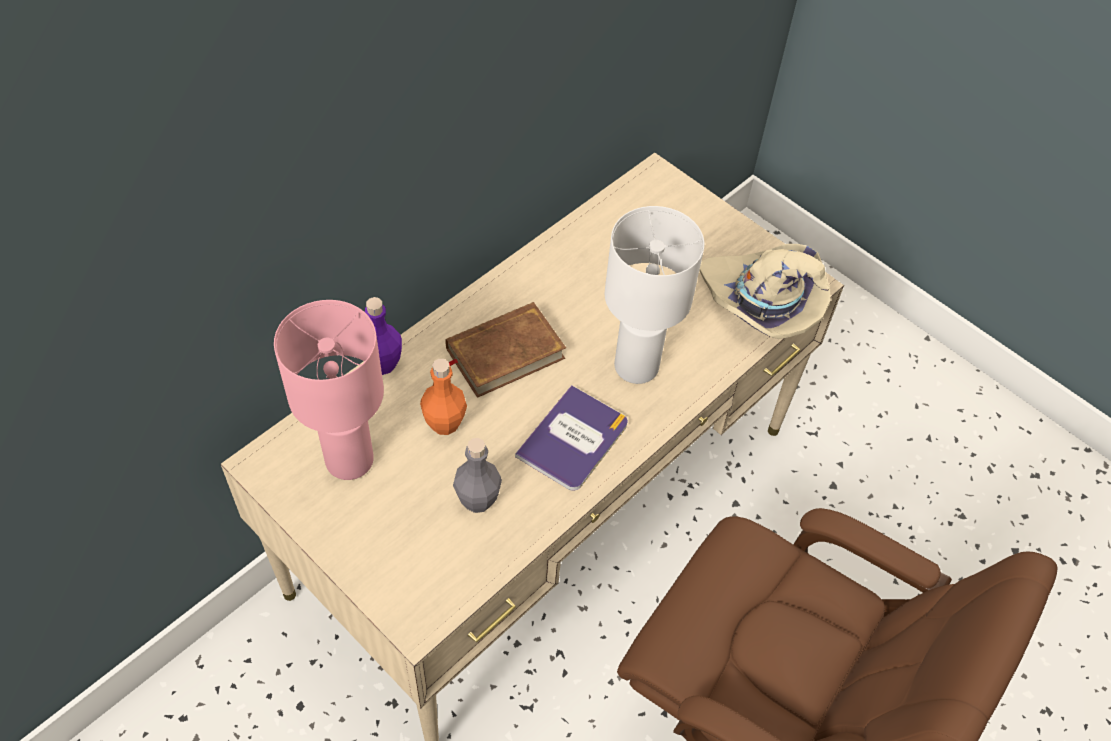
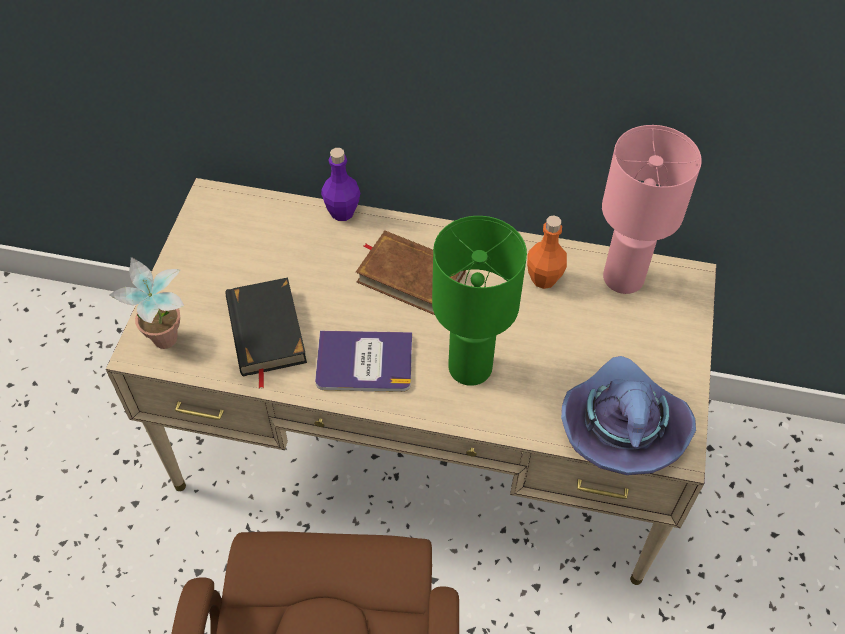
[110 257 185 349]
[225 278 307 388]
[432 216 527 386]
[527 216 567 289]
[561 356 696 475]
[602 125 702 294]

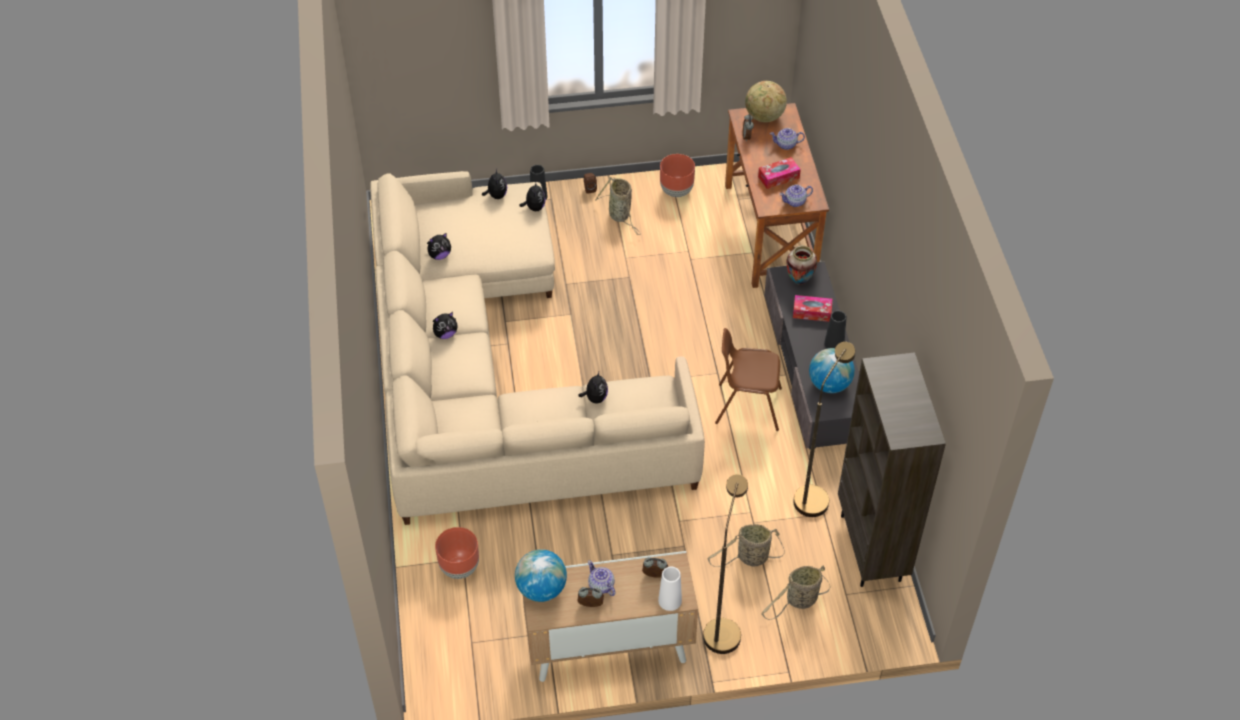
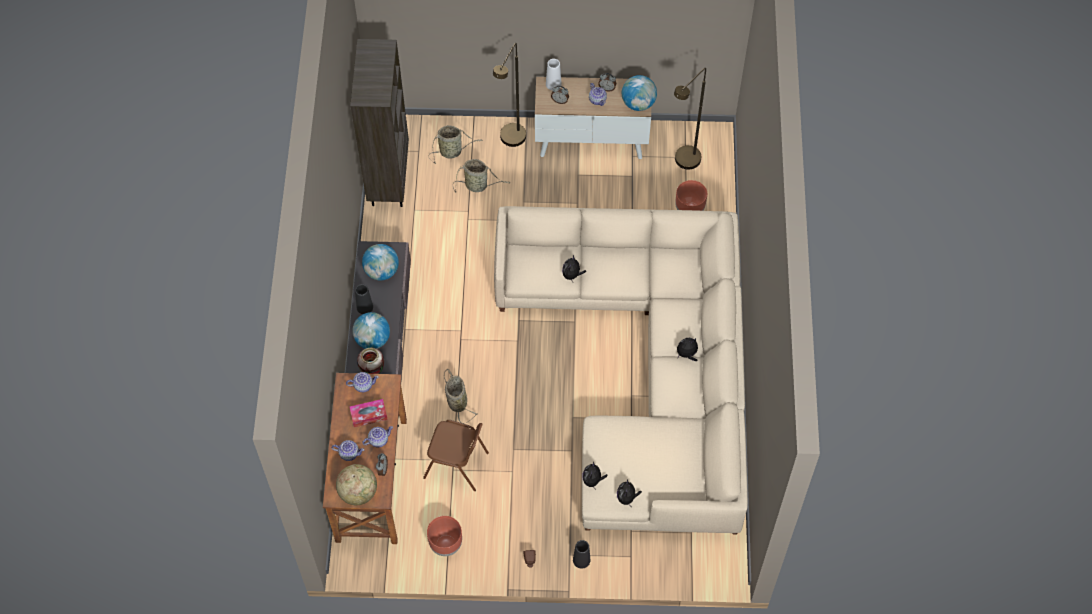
[352 312 390 349]
[362 426 393 447]
[423 420 489 491]
[444 369 478 424]
[674 68 706 169]
[427 233 451 260] (first image)

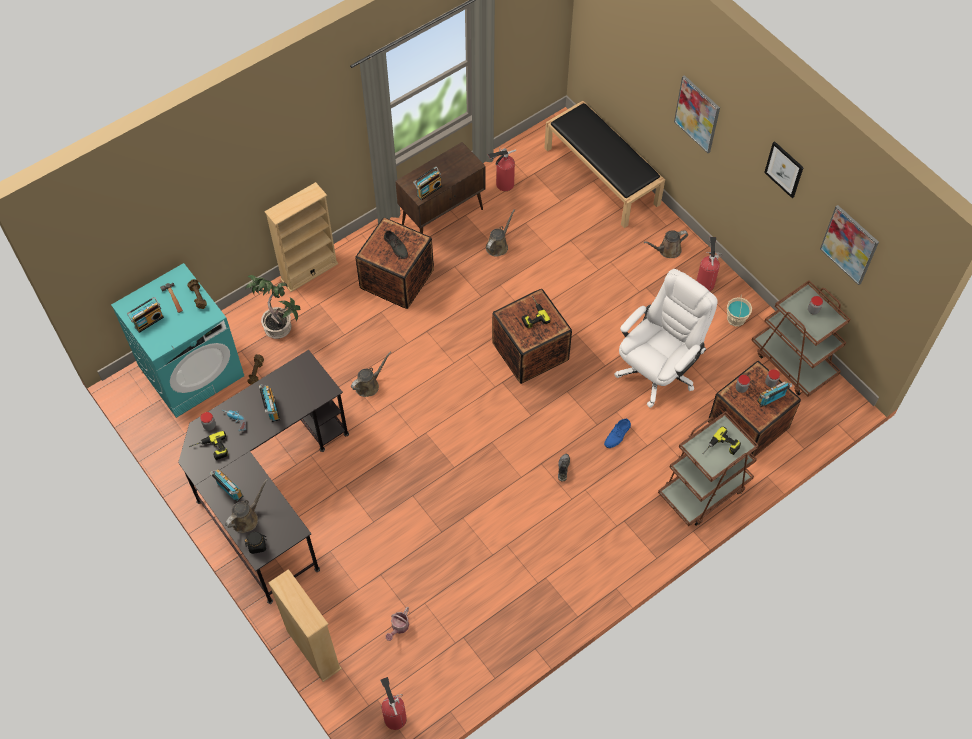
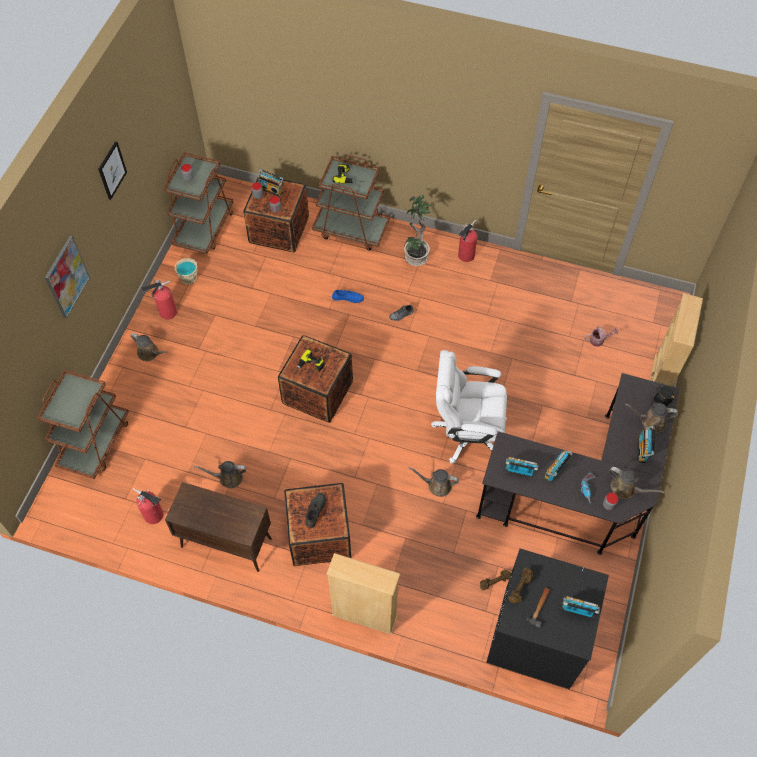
[37 370 129 479]
[404 195 432 266]
[431 350 507 464]
[458 220 477 262]
[486 549 609 689]
[505 457 538 477]
[609 467 664 499]
[820 205 879 285] (first image)

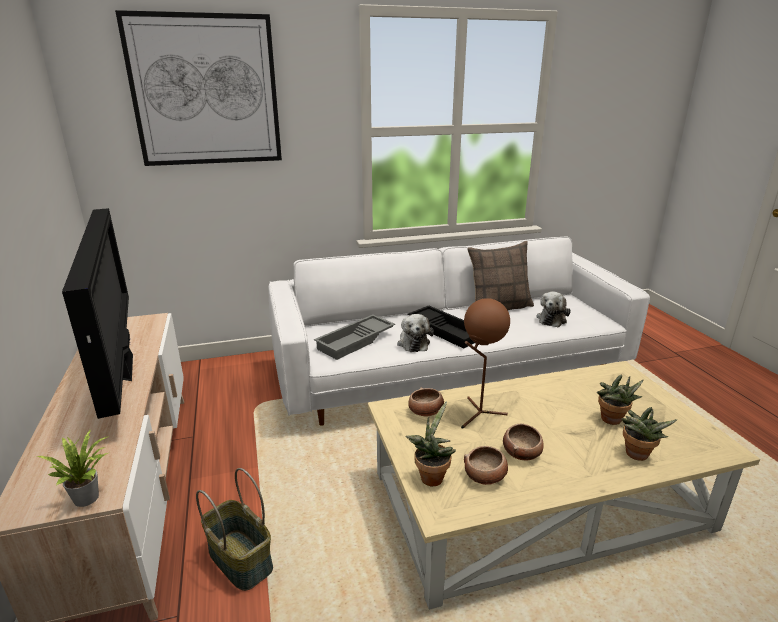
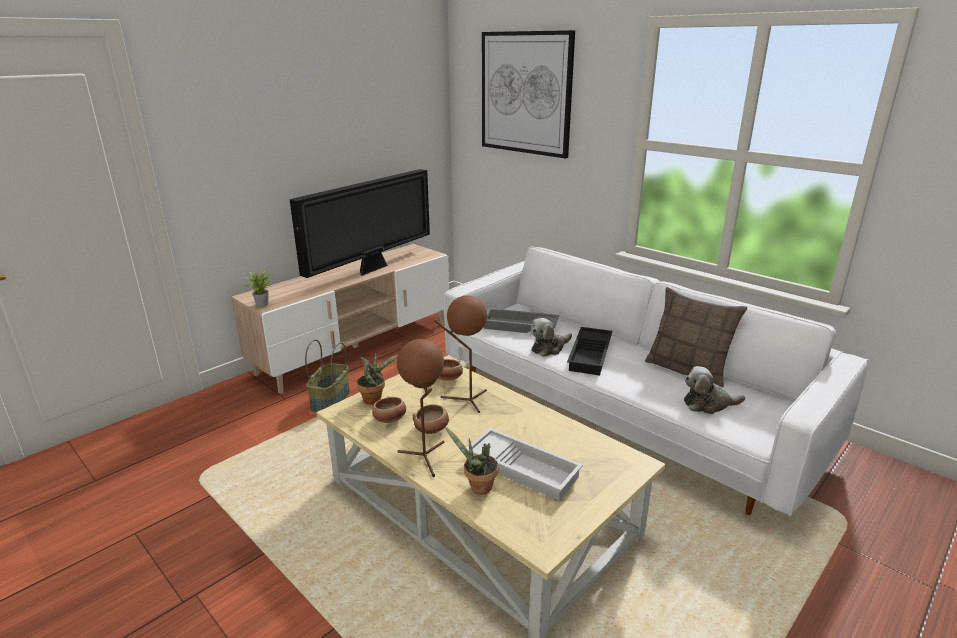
[397 339 444 477]
[467 428 583 500]

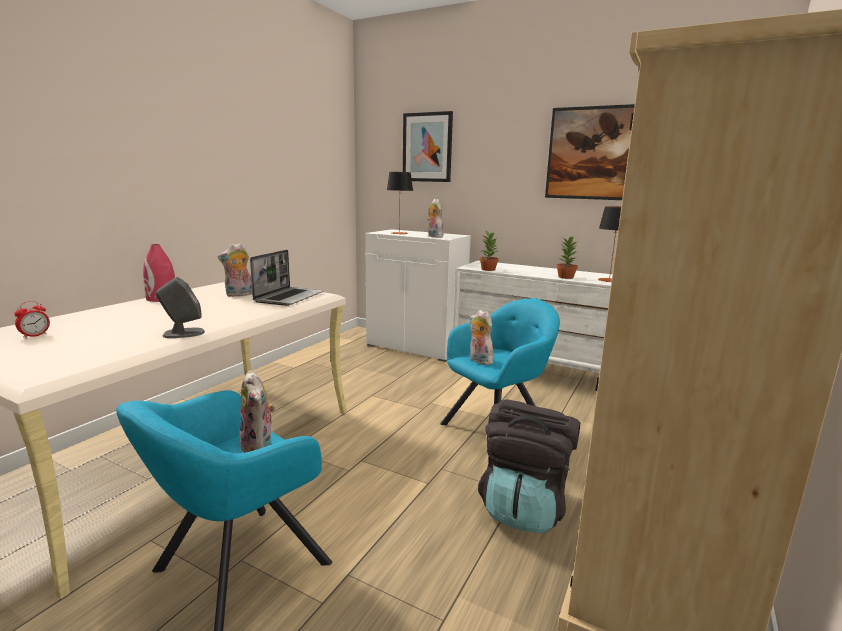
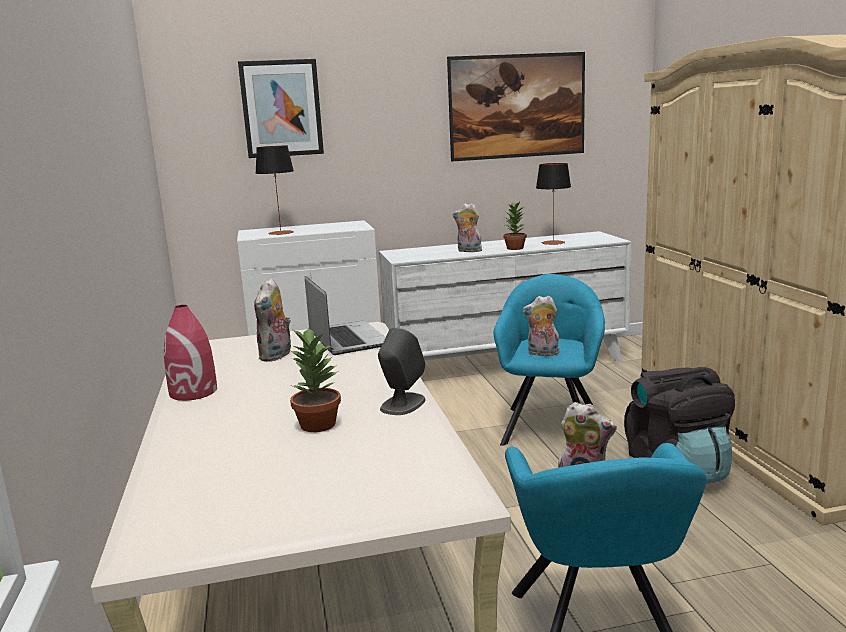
[290 327 341 432]
[453 203 482 252]
[14 301 50 339] (first image)

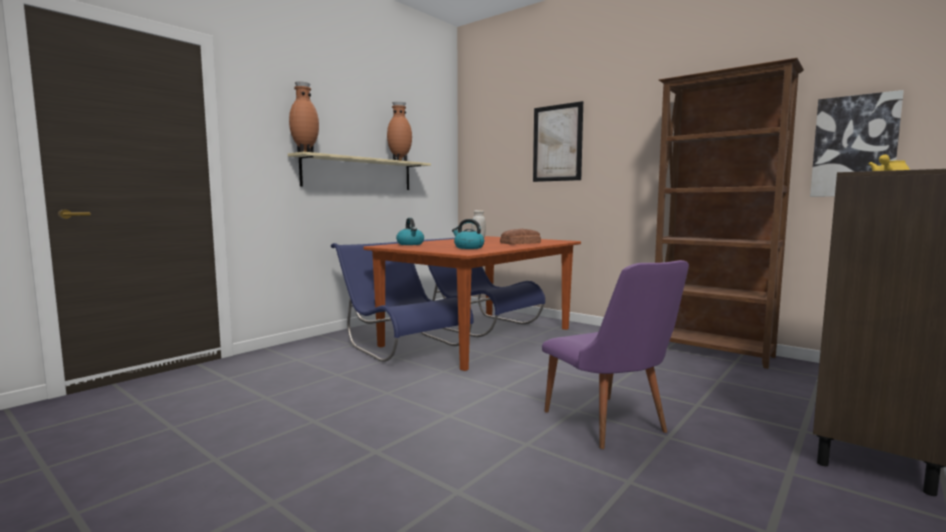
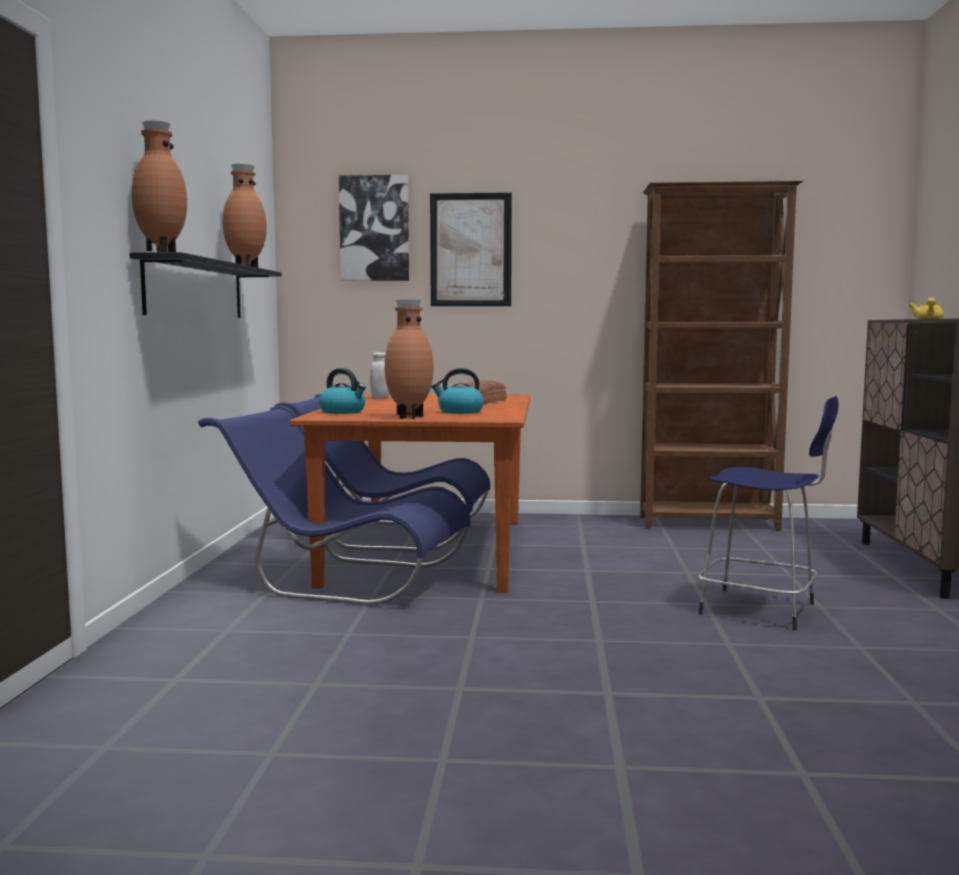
[129 252 282 318]
[339 175 409 281]
[384 300 434 419]
[698 396 839 630]

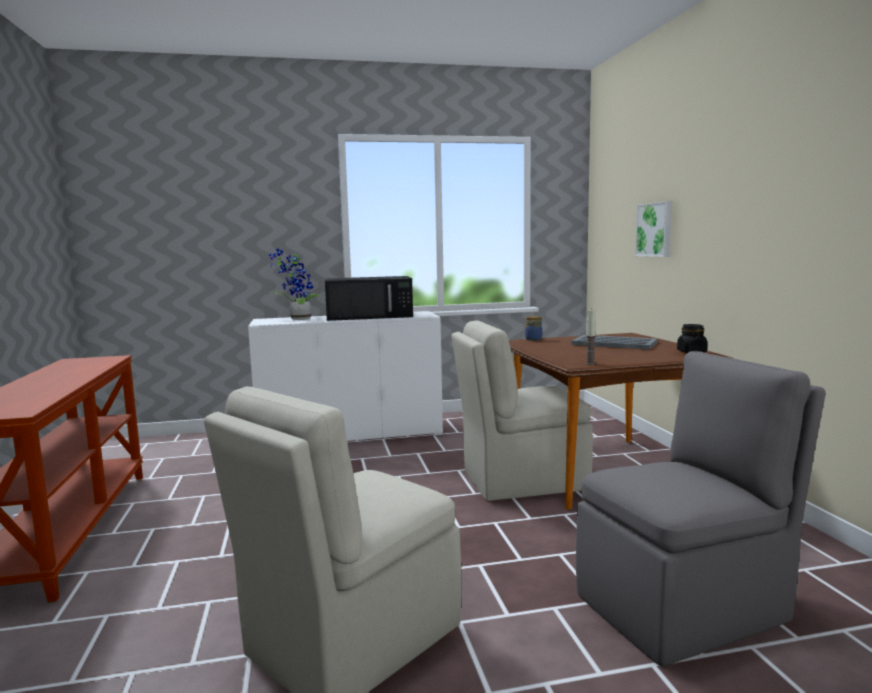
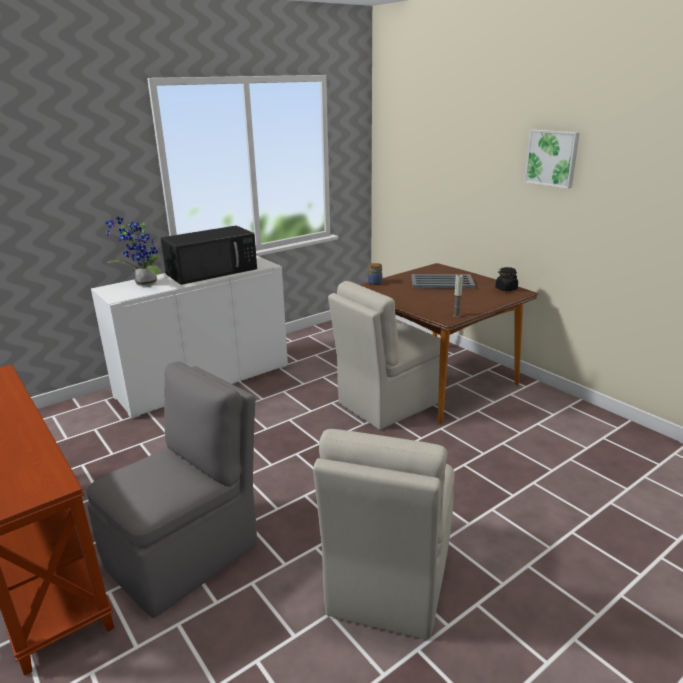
[87 361 257 618]
[524 129 580 189]

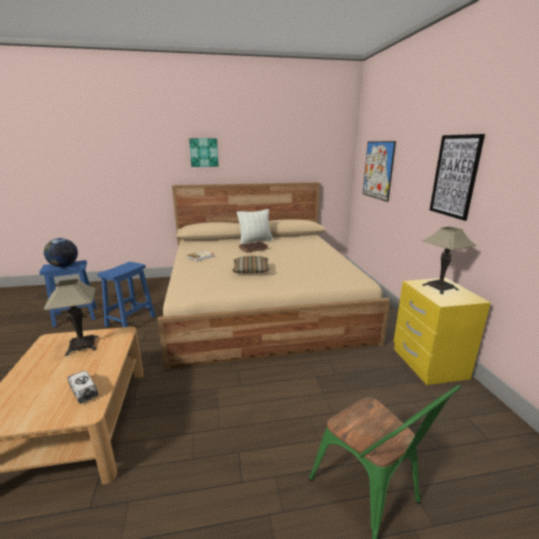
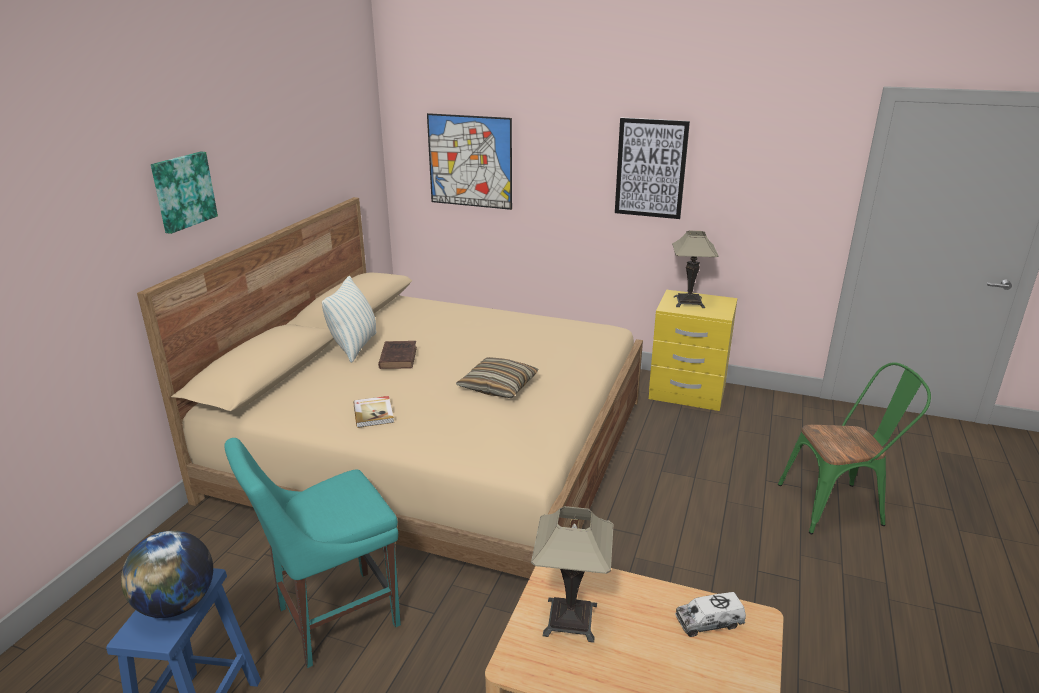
[224 438 401 668]

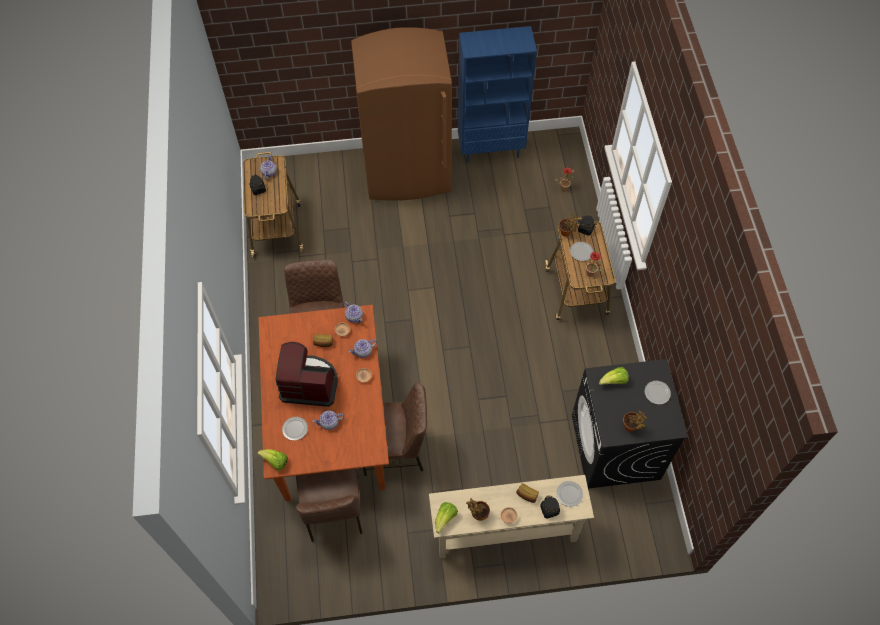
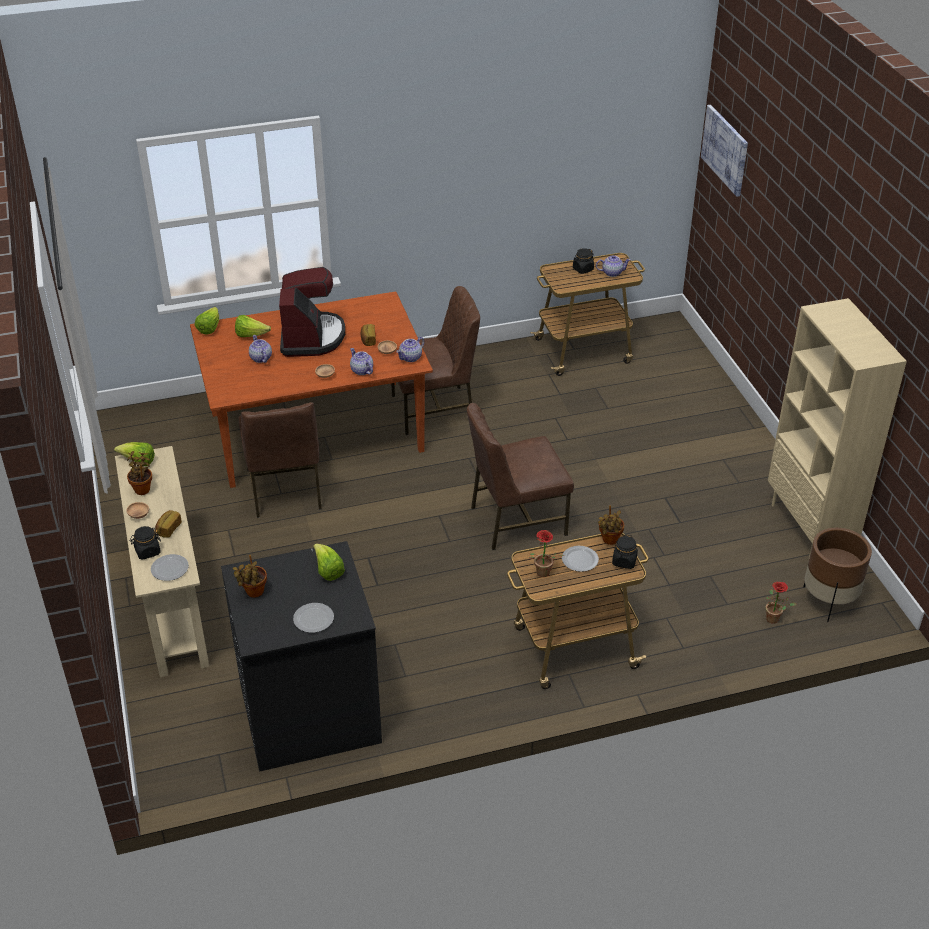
[235 315 271 337]
[467 403 574 550]
[701 105 748 197]
[768 298 907 558]
[803 528 872 622]
[351 27 452 201] (first image)

